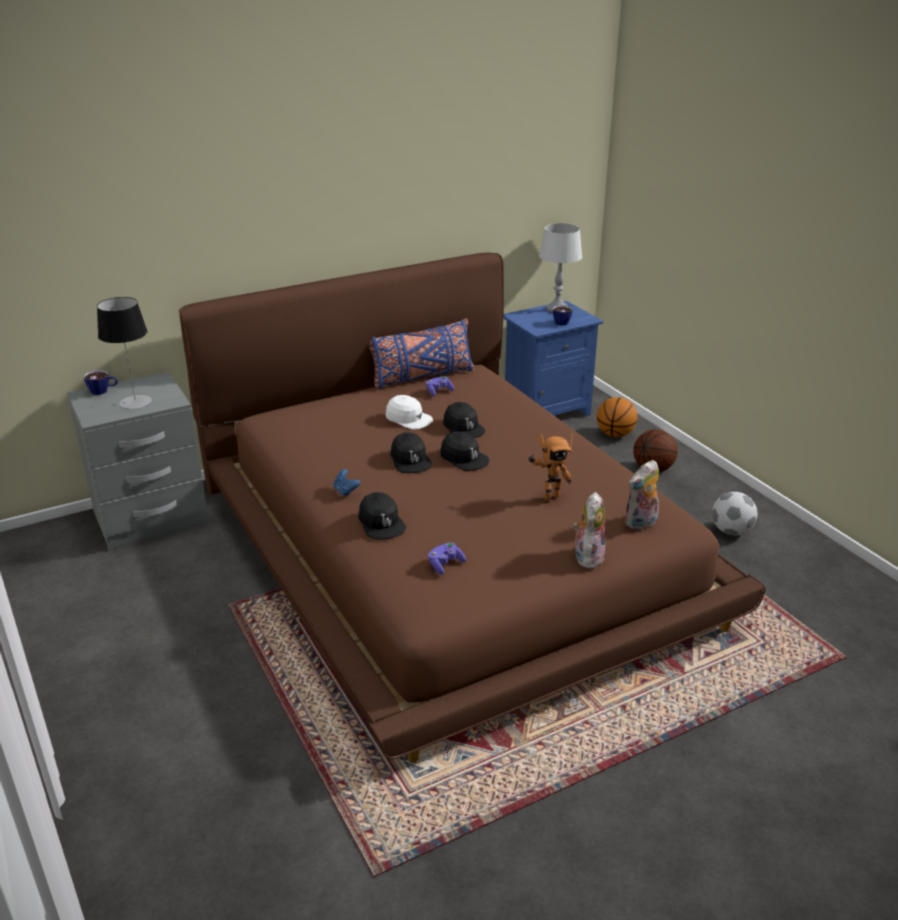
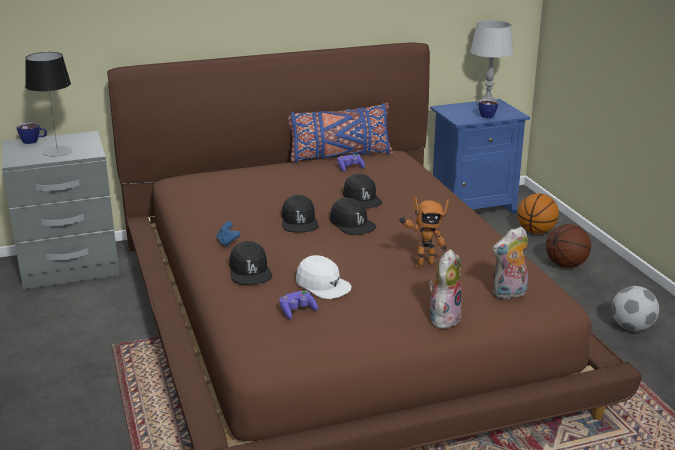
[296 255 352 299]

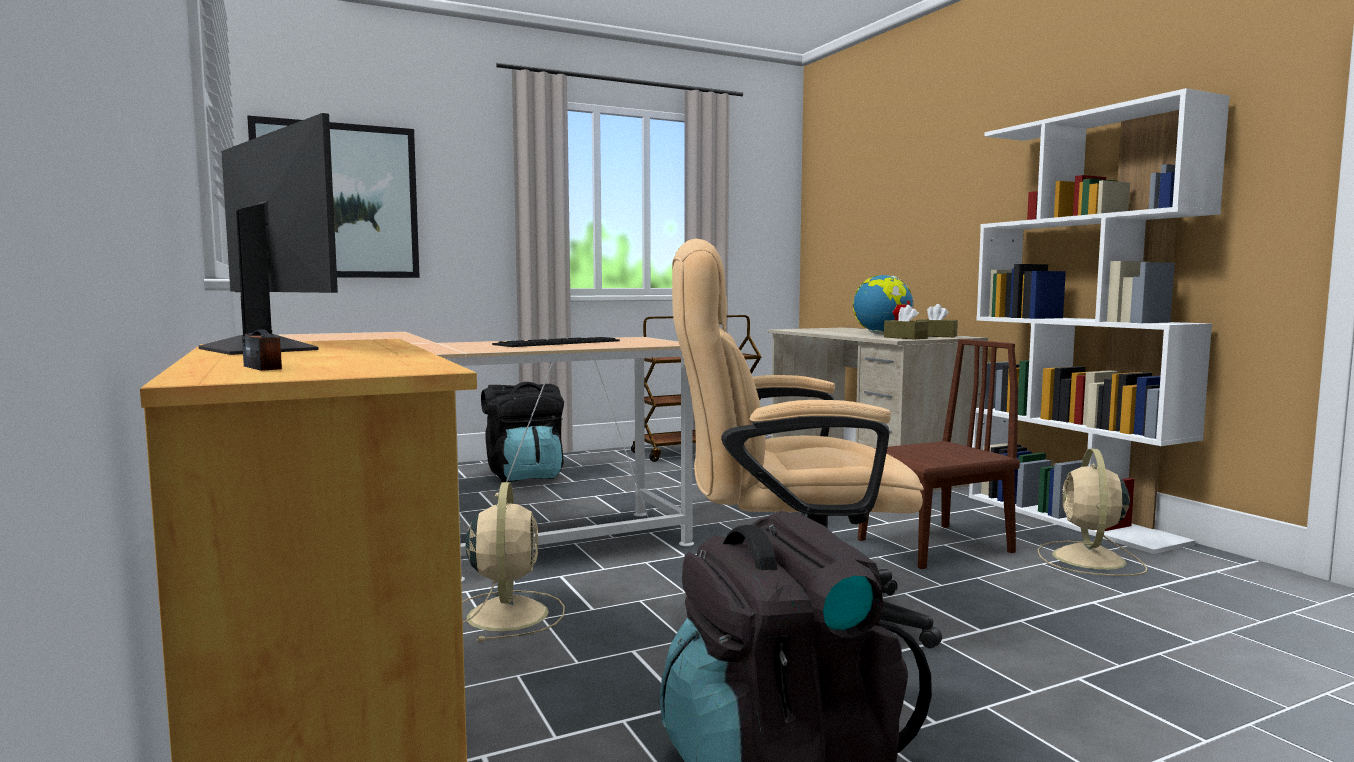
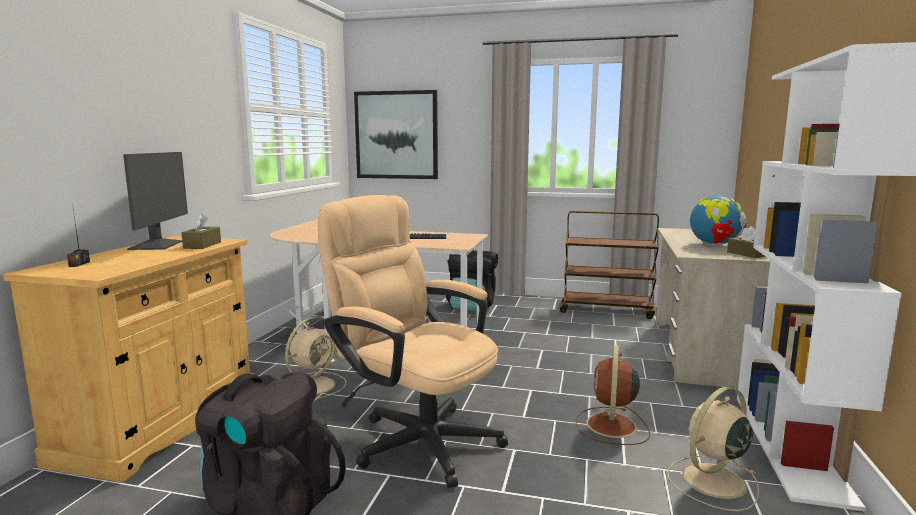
[182 214 221 249]
[576 345 650 445]

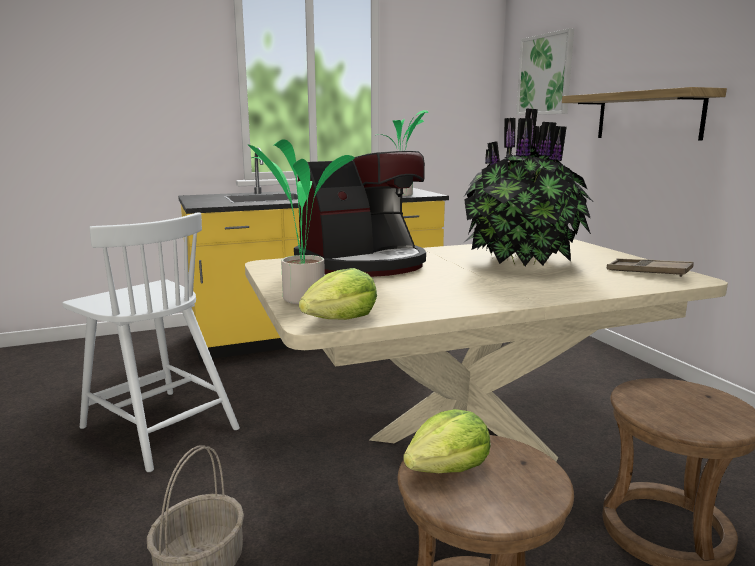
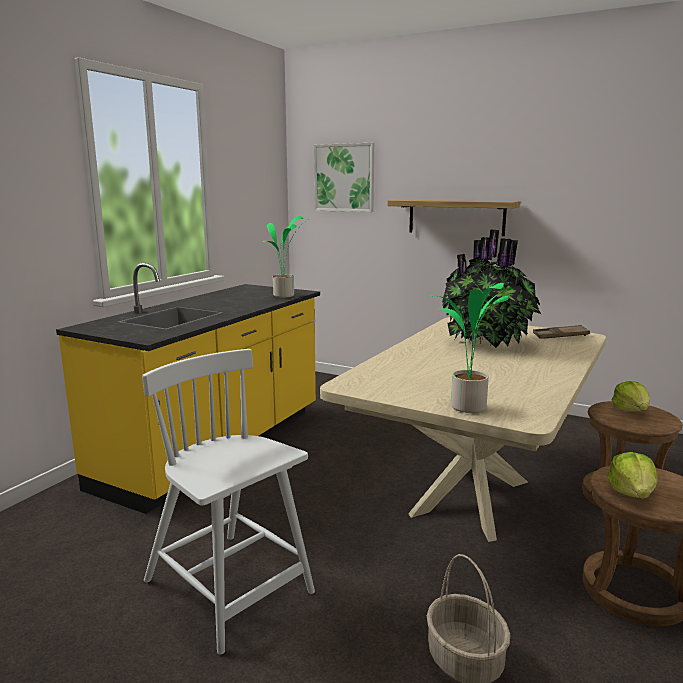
[142 349 315 654]
[612 381 650 412]
[294 151 426 277] (first image)

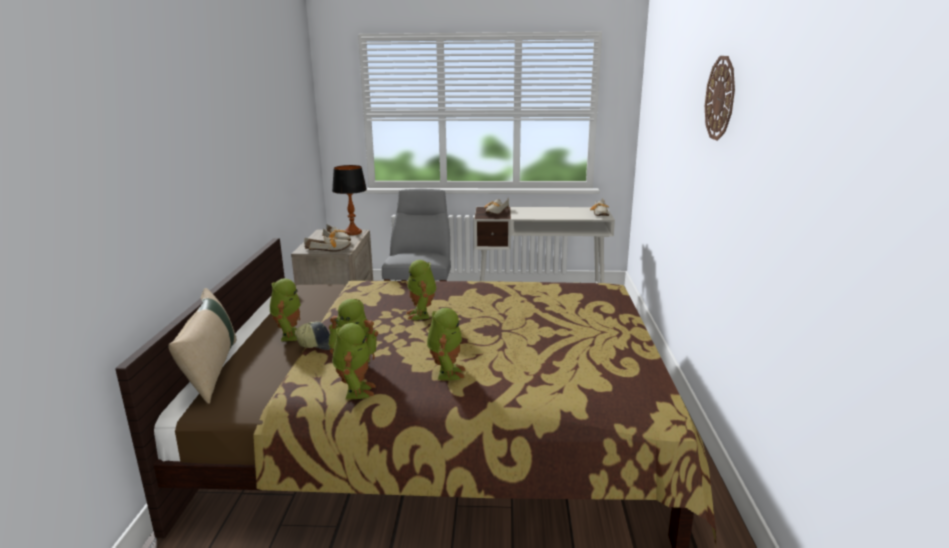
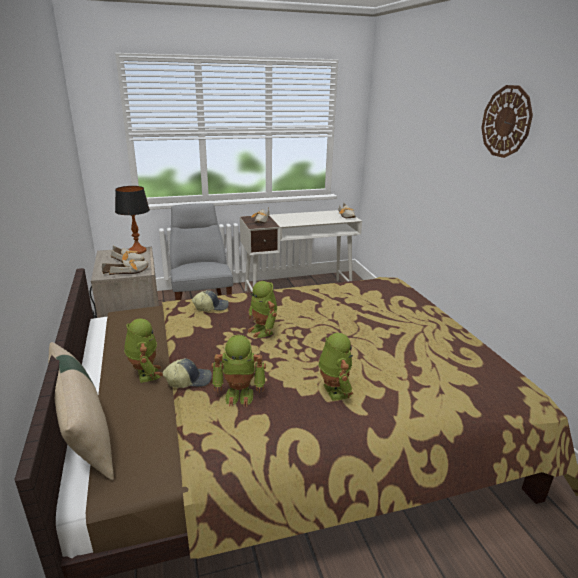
[192 290 229 311]
[332 323 376 399] (first image)

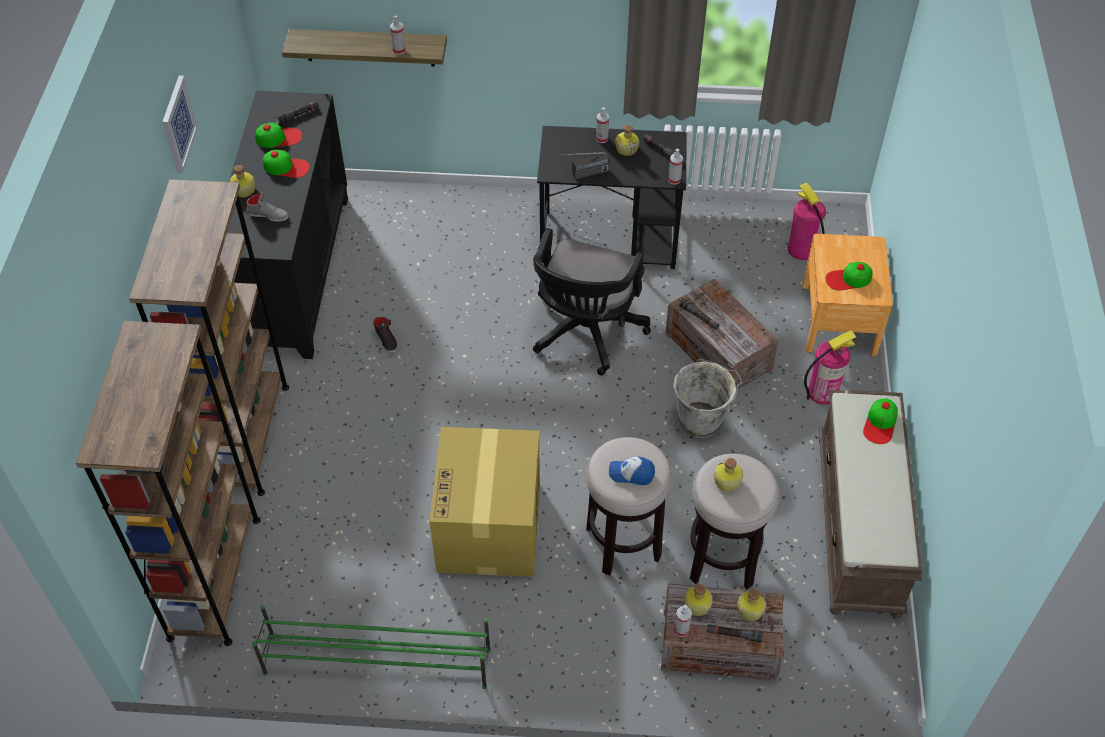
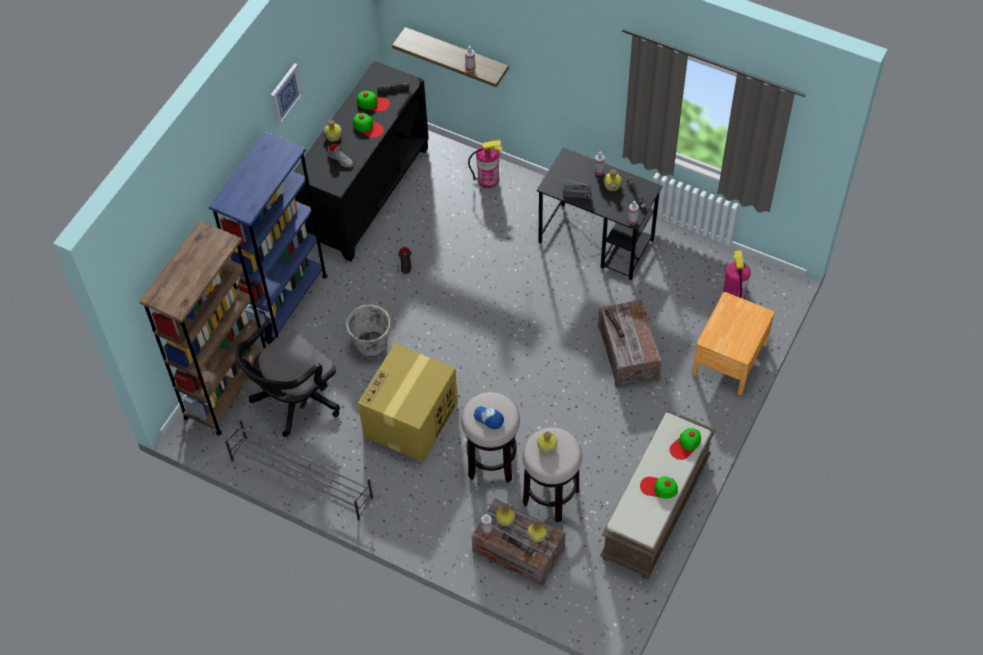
[209 132 327 338]
[225 418 374 521]
[235 321 340 437]
[346 304 396 358]
[468 140 503 188]
[640 476 678 498]

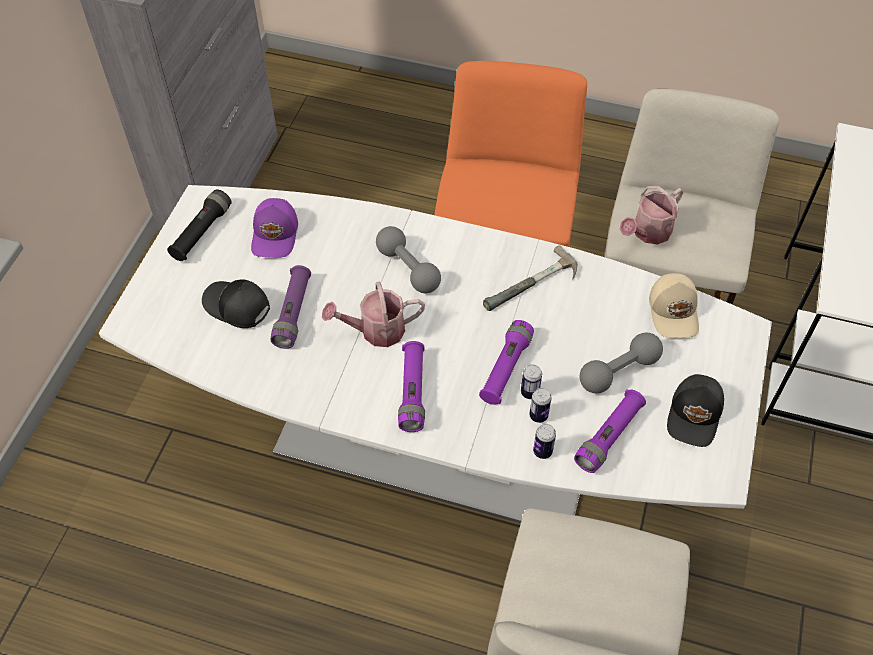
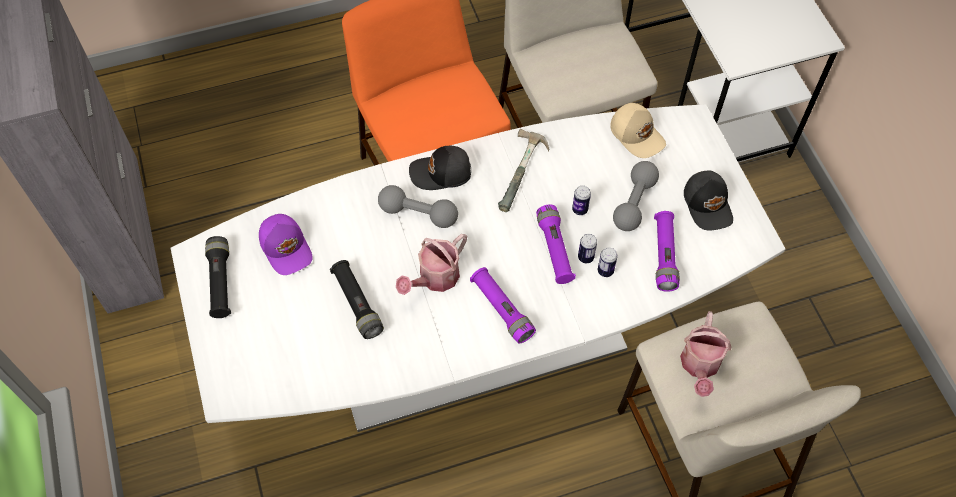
[330 260 384 339]
[409 146 471 190]
[572 185 591 215]
[680 311 731 397]

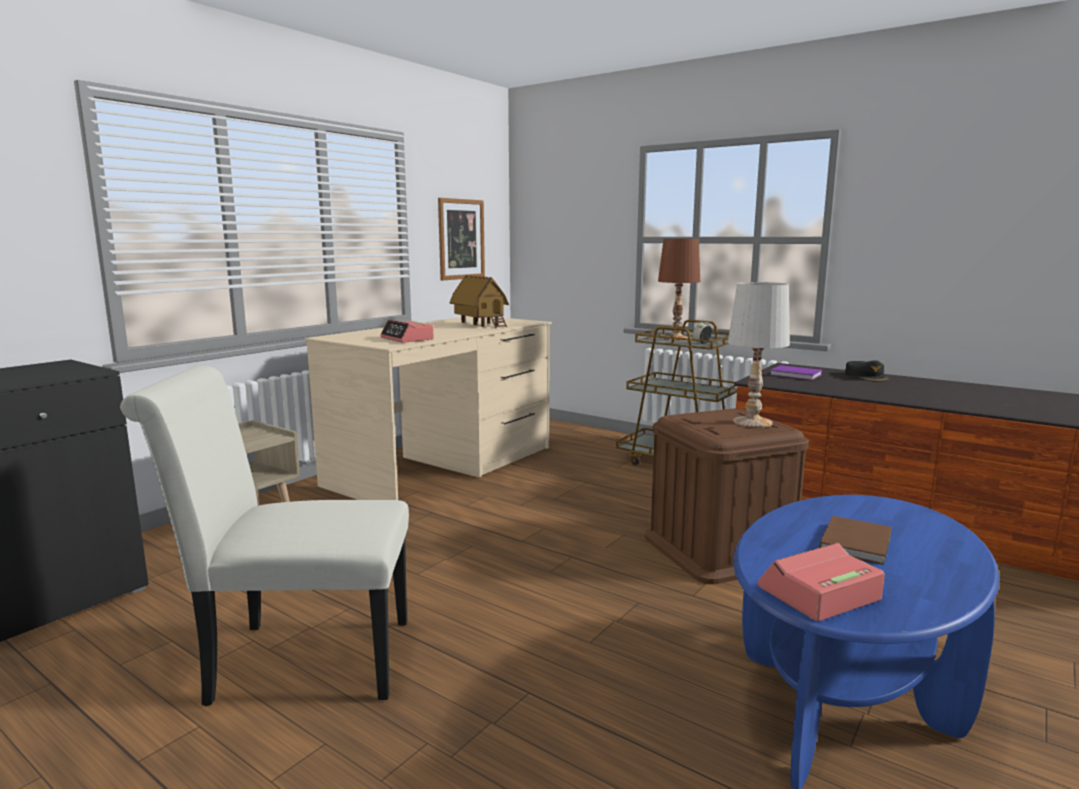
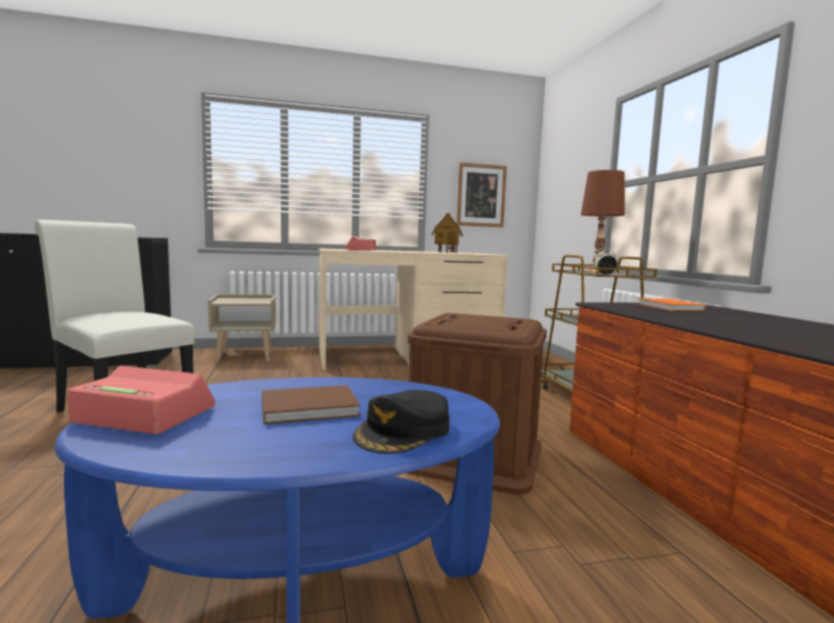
[352 390 450 454]
[638 298 706 311]
[728 282 790 428] (first image)

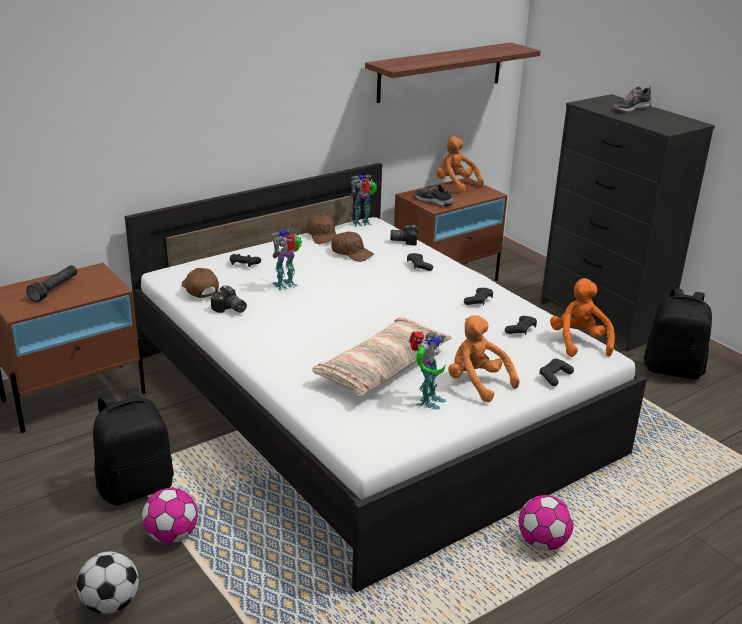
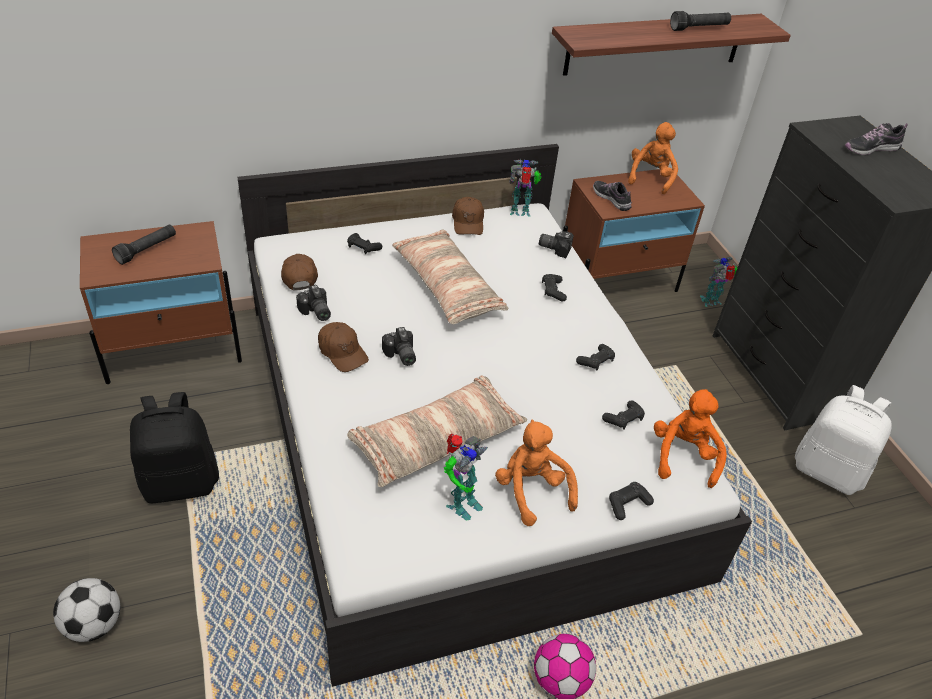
[318 322 369 372]
[382 327 416 366]
[392 229 508 324]
[628 122 678 194]
[670 11 731 31]
[700 257 738 307]
[795 385 892 495]
[142 488 198 544] (first image)

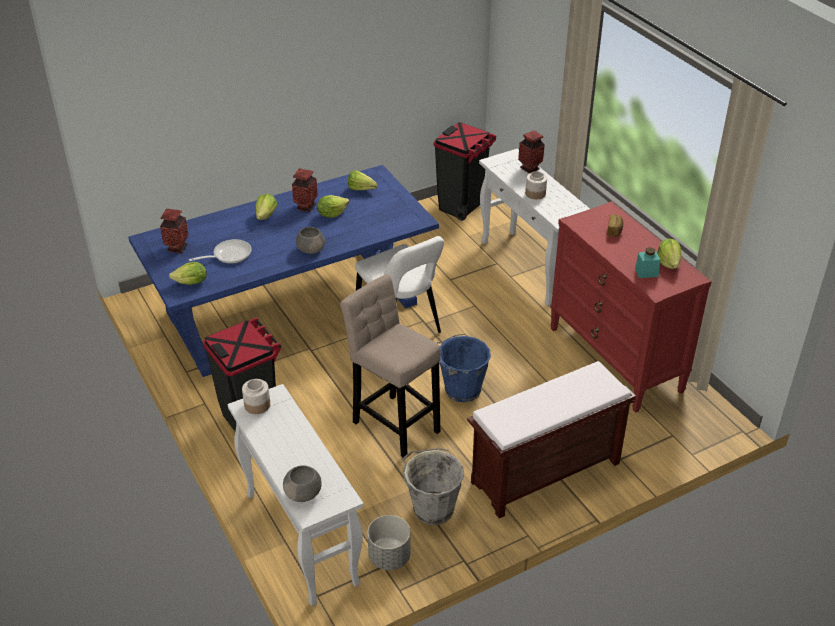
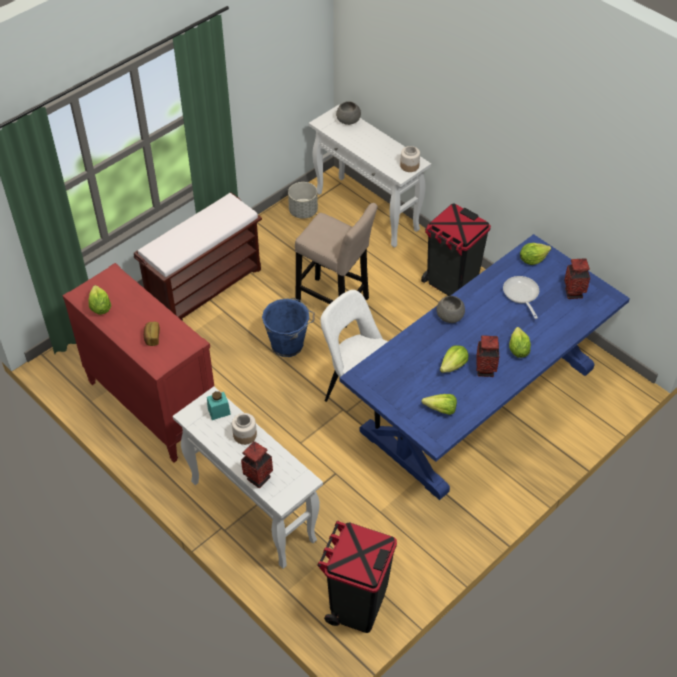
[207 391 231 420]
[503 276 539 319]
[402 448 464 525] (first image)

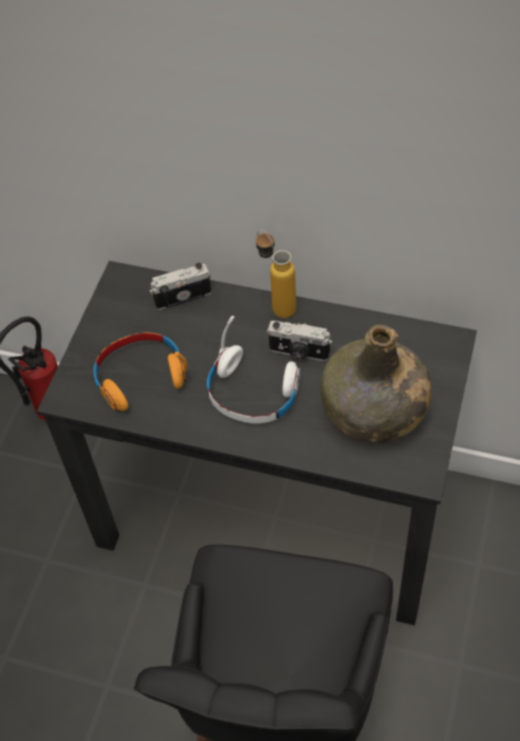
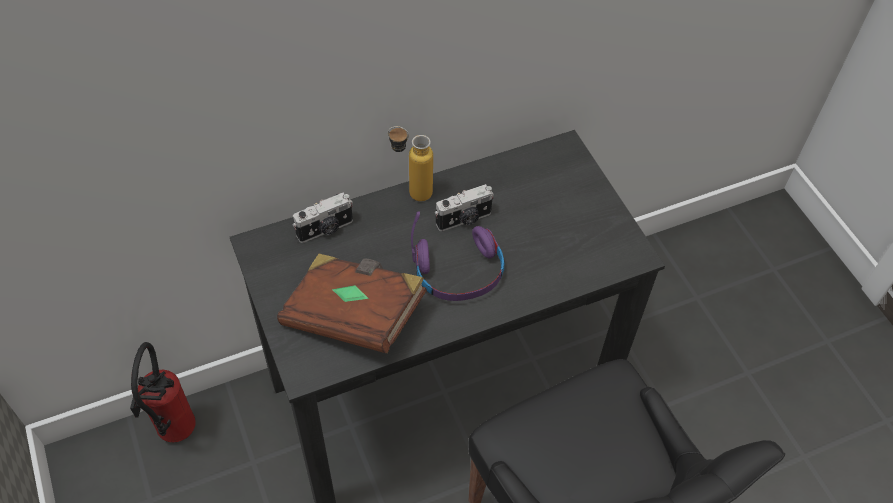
[277 254 427 353]
[293 192 353 243]
[411 211 504 301]
[321 325 432 443] (first image)

